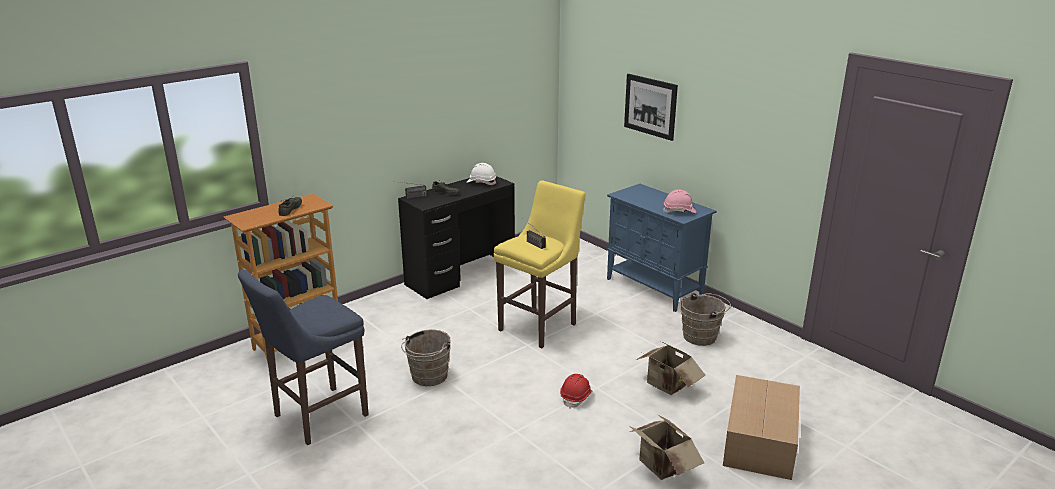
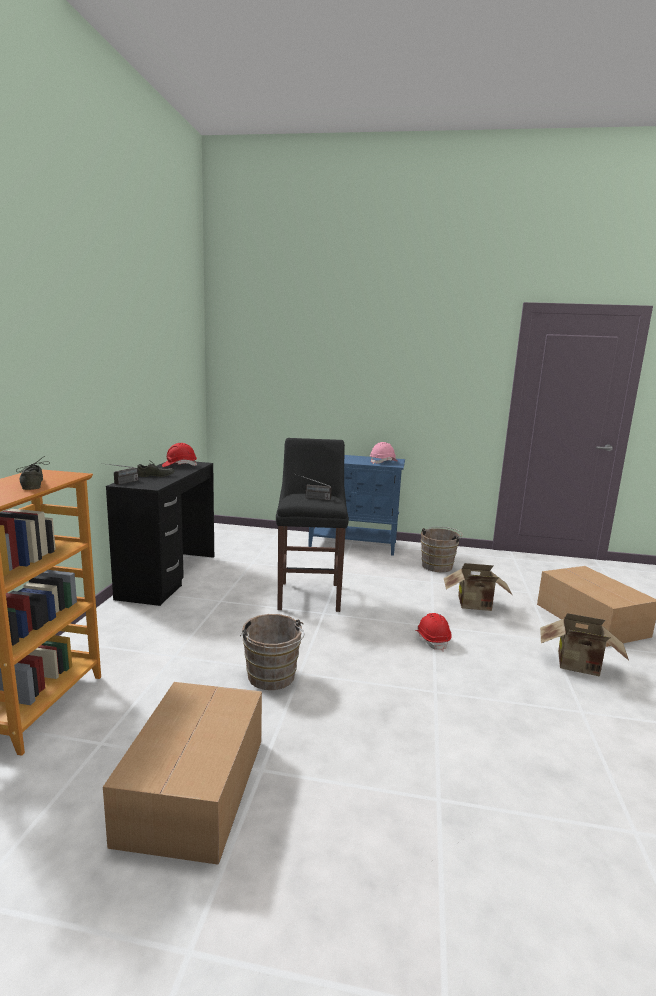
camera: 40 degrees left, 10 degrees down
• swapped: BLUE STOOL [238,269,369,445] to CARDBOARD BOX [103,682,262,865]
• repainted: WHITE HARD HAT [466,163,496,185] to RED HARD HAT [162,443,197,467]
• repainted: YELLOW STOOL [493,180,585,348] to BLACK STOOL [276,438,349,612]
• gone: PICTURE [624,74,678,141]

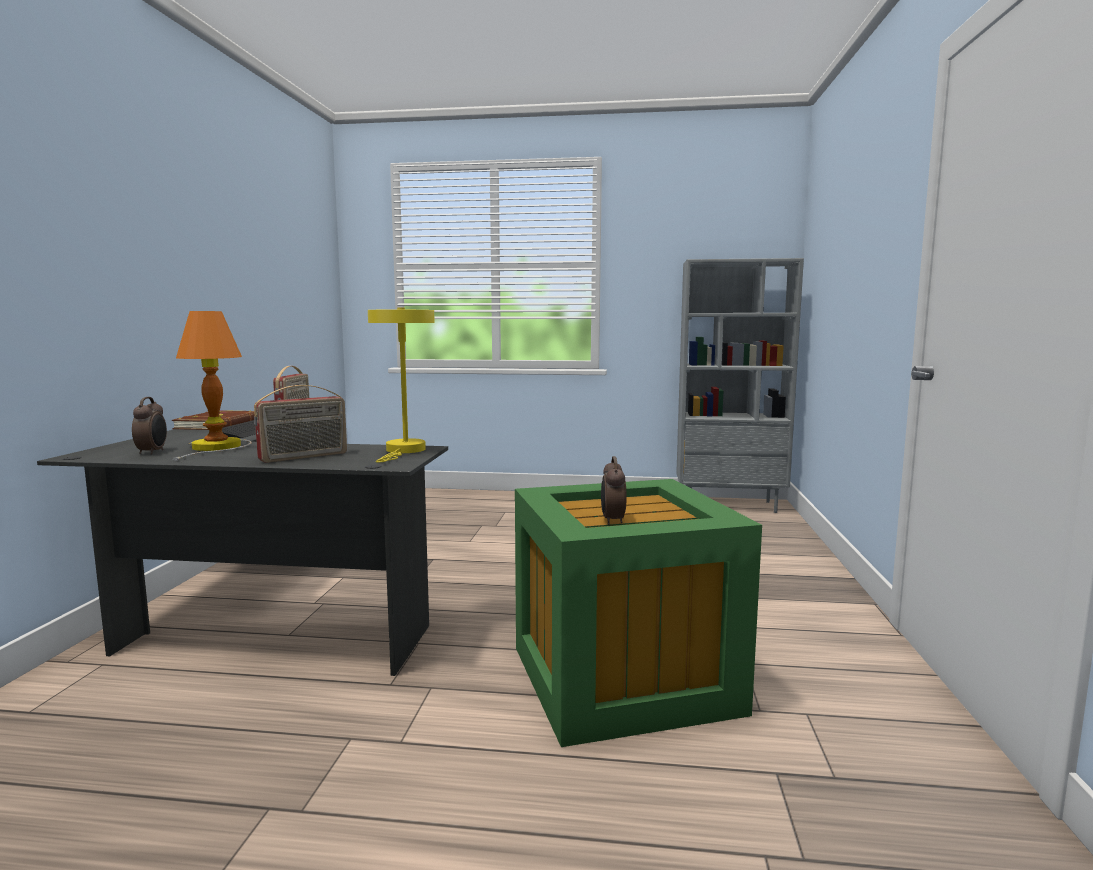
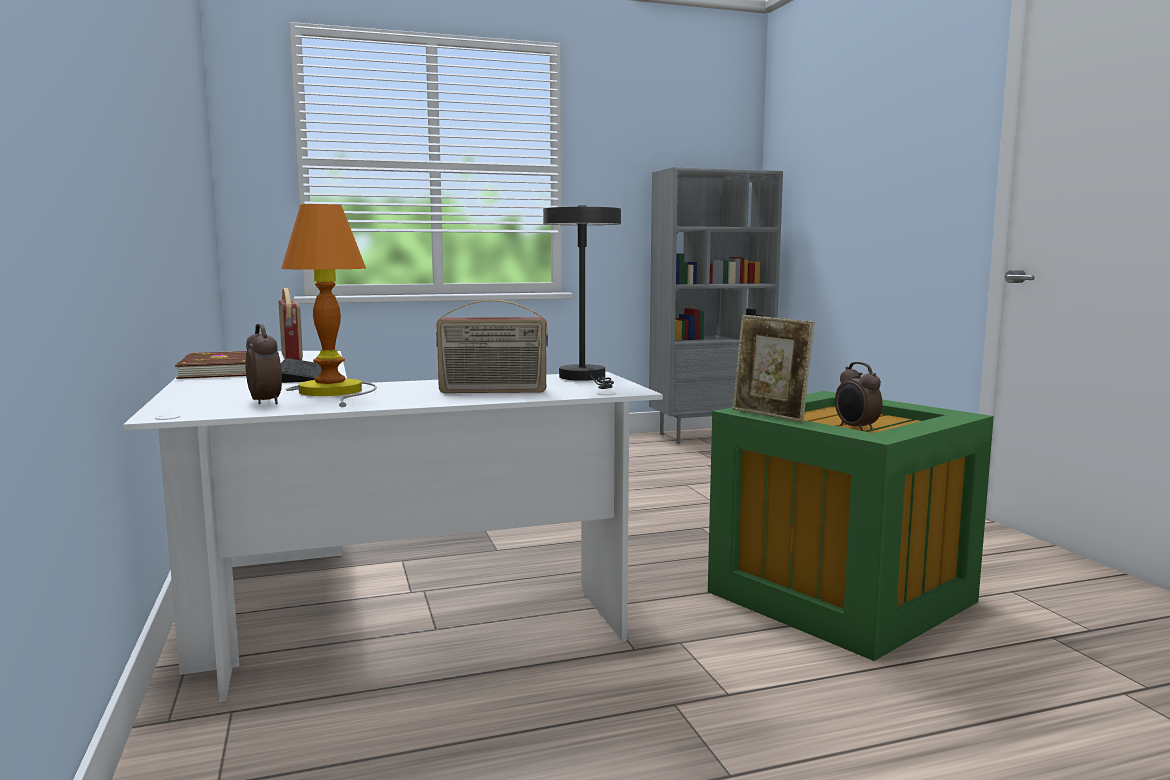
camera: 25 degrees left, 0 degrees up
• repainted: BLACK DESK [37,429,448,676] to WHITE DESK [123,351,663,702]
• rotated: RADIO [254,385,347,463] = [436,300,548,393] 60 degrees clockwise
• repainted: YELLOW TABLE LAMP [368,308,435,463] to GREY TABLE LAMP [543,205,621,389]
• new: PICTURE FRAME [733,315,814,422]

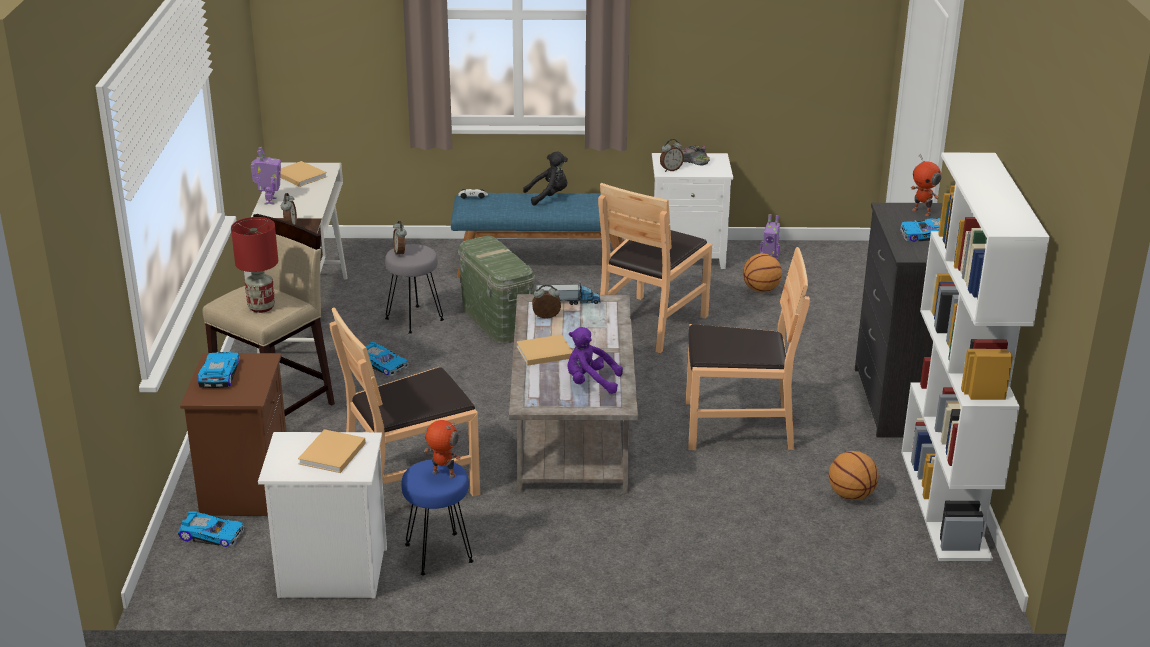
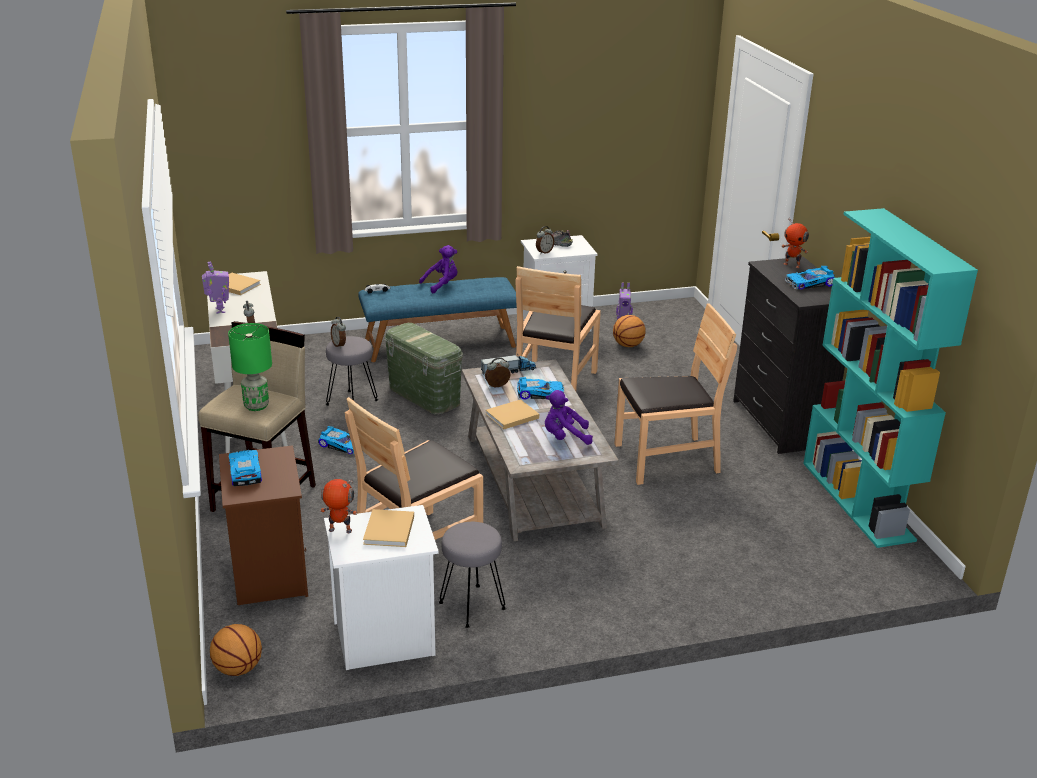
camera: 15 degrees left, 0 degrees up
• shifted: TOY CAR [178,511,244,547] to [517,377,564,400]
• repainted: RED TABLE LAMP [231,217,278,313] to GREEN TABLE LAMP [228,323,272,411]
• repainted: BLUE STOOL [401,459,474,575] to GREY STOOL [439,522,506,628]
• shifted: TOY ROBOT [424,420,461,478] to [320,479,357,533]
• repainted: BLACK PLUSH TOY [523,151,568,206] to PURPLE PLUSH TOY [419,245,457,293]
• shifted: BASKETBALL [828,451,879,500] to [210,624,262,676]
• repainted: WHITE BOOKCASE [901,152,1050,561] to TURQUOISE BOOKCASE [803,208,978,548]

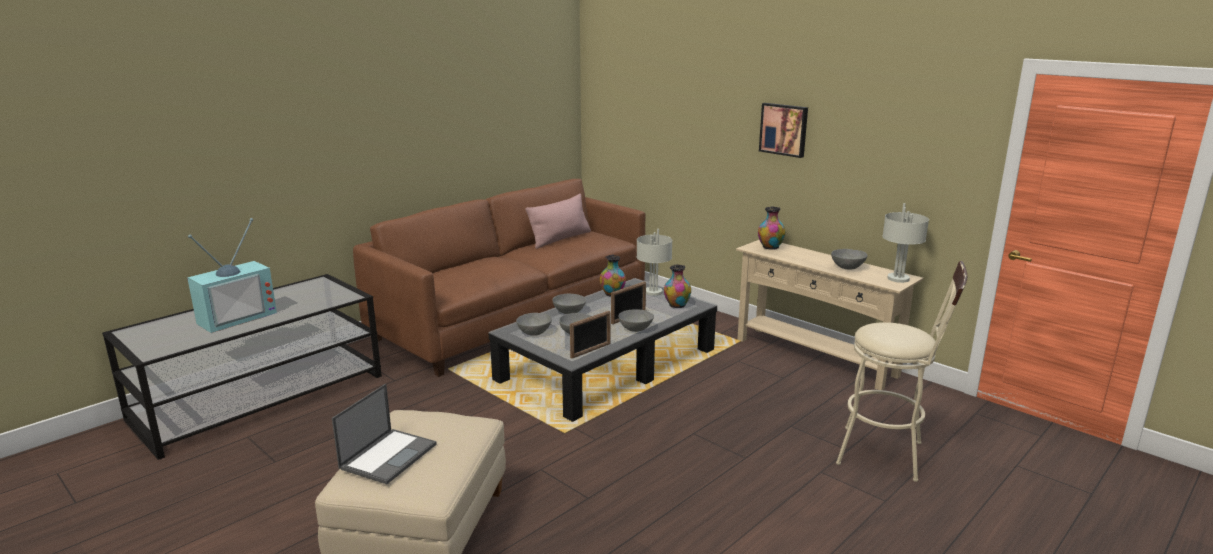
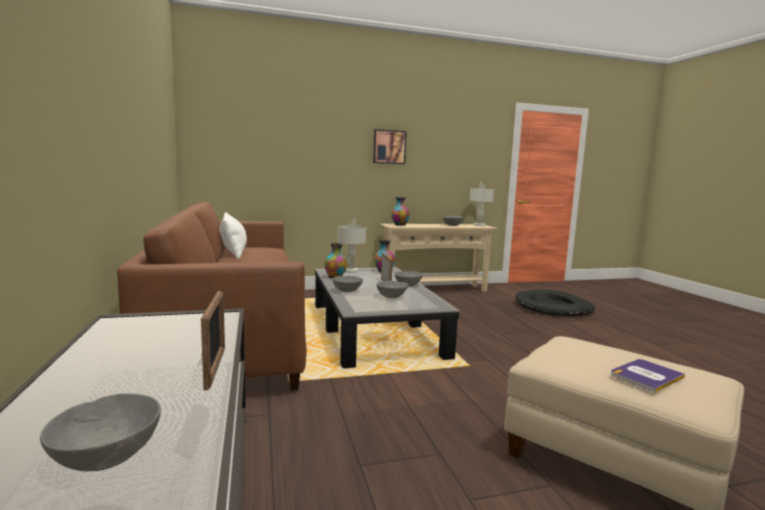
camera: 60 degrees left, 10 degrees down
• gone: TELEVISION [187,218,277,333]
• swapped: LAPTOP [332,384,437,484] to BOOK [611,359,685,392]
• shifted: GREY BOWL [516,313,552,336] to [40,393,161,471]
• repainted: PINK PILLOW [526,194,591,249] to WHITE PILLOW [219,212,247,259]
• shifted: PICTURE FRAME [570,311,610,359] to [201,291,225,390]
• swapped: BEIGE STOOL [836,261,967,482] to BLACK DOG BED [516,290,595,316]

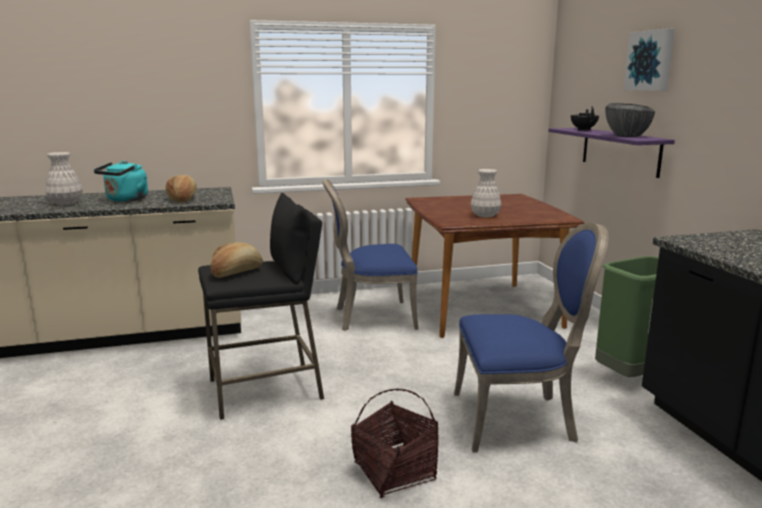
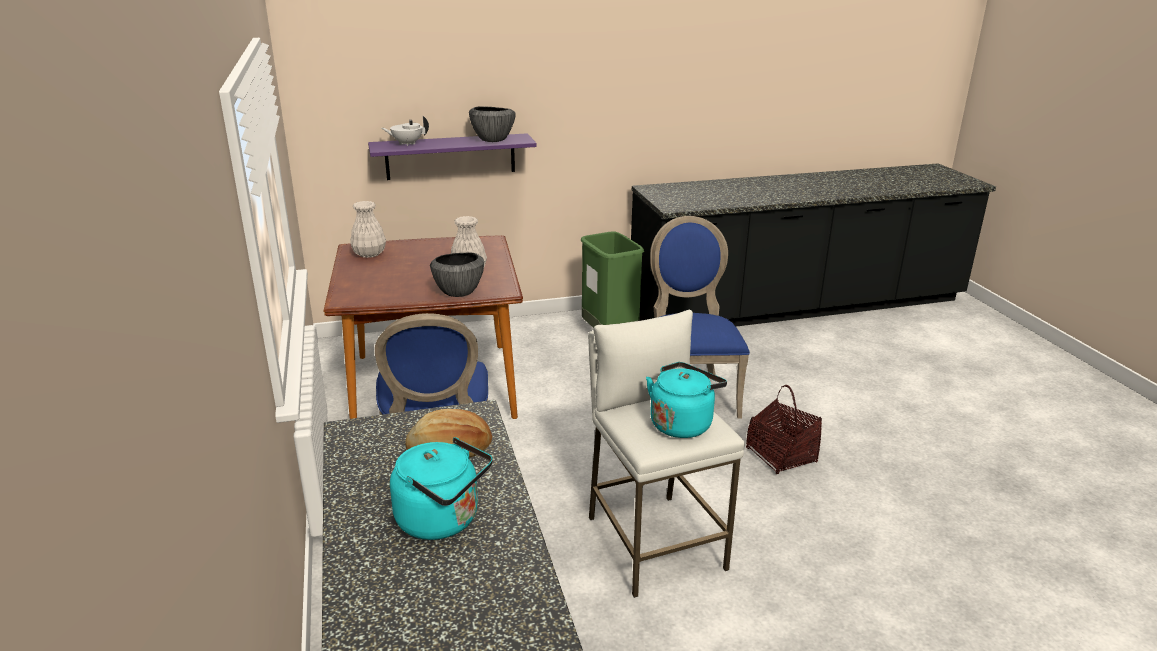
camera: 90 degrees left, 10 degrees up
• shifted: WHITE VASE [45,152,83,205] to [350,201,386,258]
• repainted: BLACK STOOL [198,193,324,420] to WHITE STOOL [588,310,745,598]
• swapped: BREAD [211,242,263,278] to TURQUOISE KETTLE [646,362,727,438]
• repainted: BLACK TEAPOT [571,106,599,131] to WHITE TEAPOT [382,116,429,146]
• gone: PICTURE [624,28,675,91]
• new: BOWL [430,253,484,297]

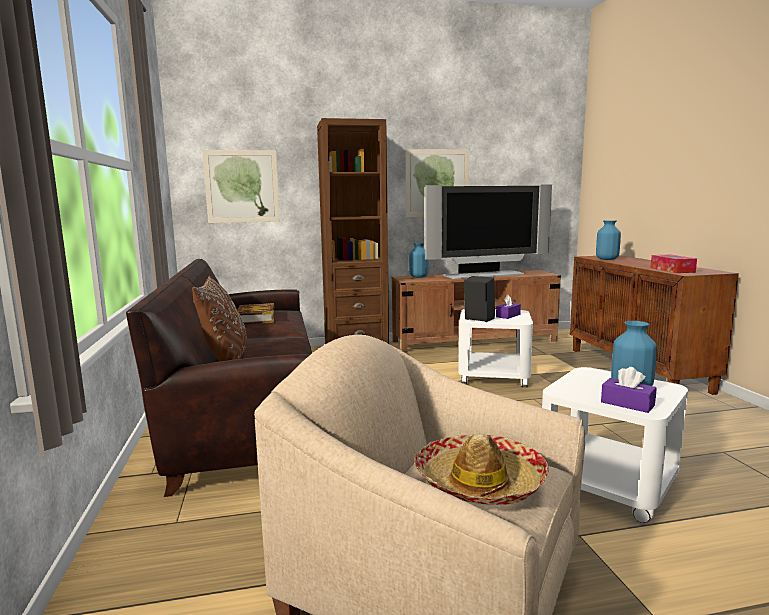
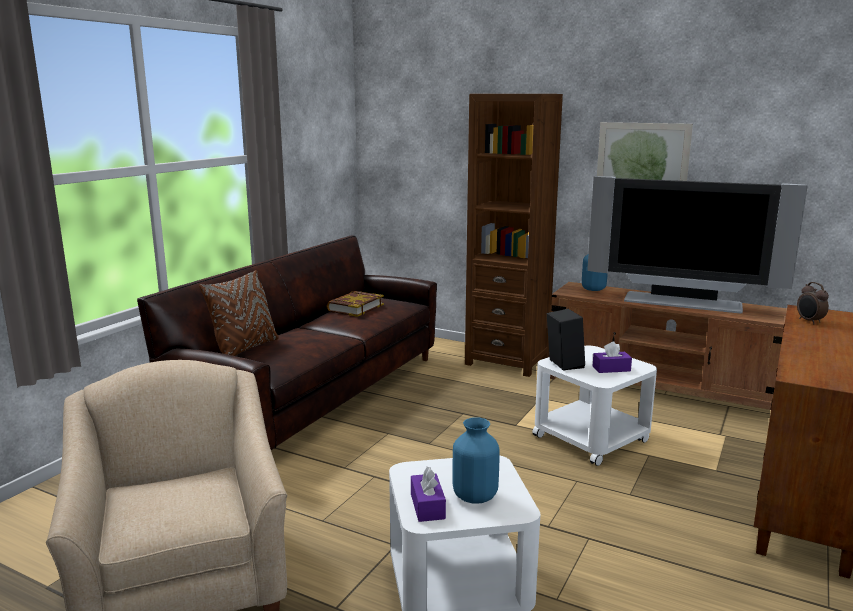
camera: 40 degrees right, 5 degrees up
• gone: PICTURE [202,150,280,223]
• gone: HAT [414,433,549,505]
• swapped: BLUE VASE [596,220,621,260] to ALARM CLOCK [797,282,829,324]
• gone: TISSUE BOX [650,255,697,273]

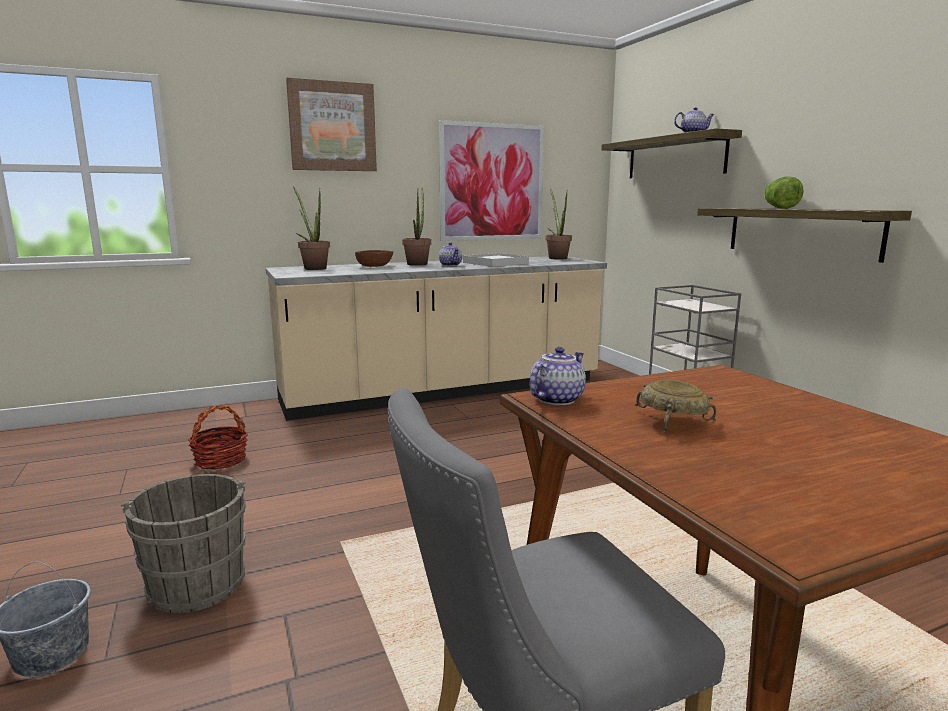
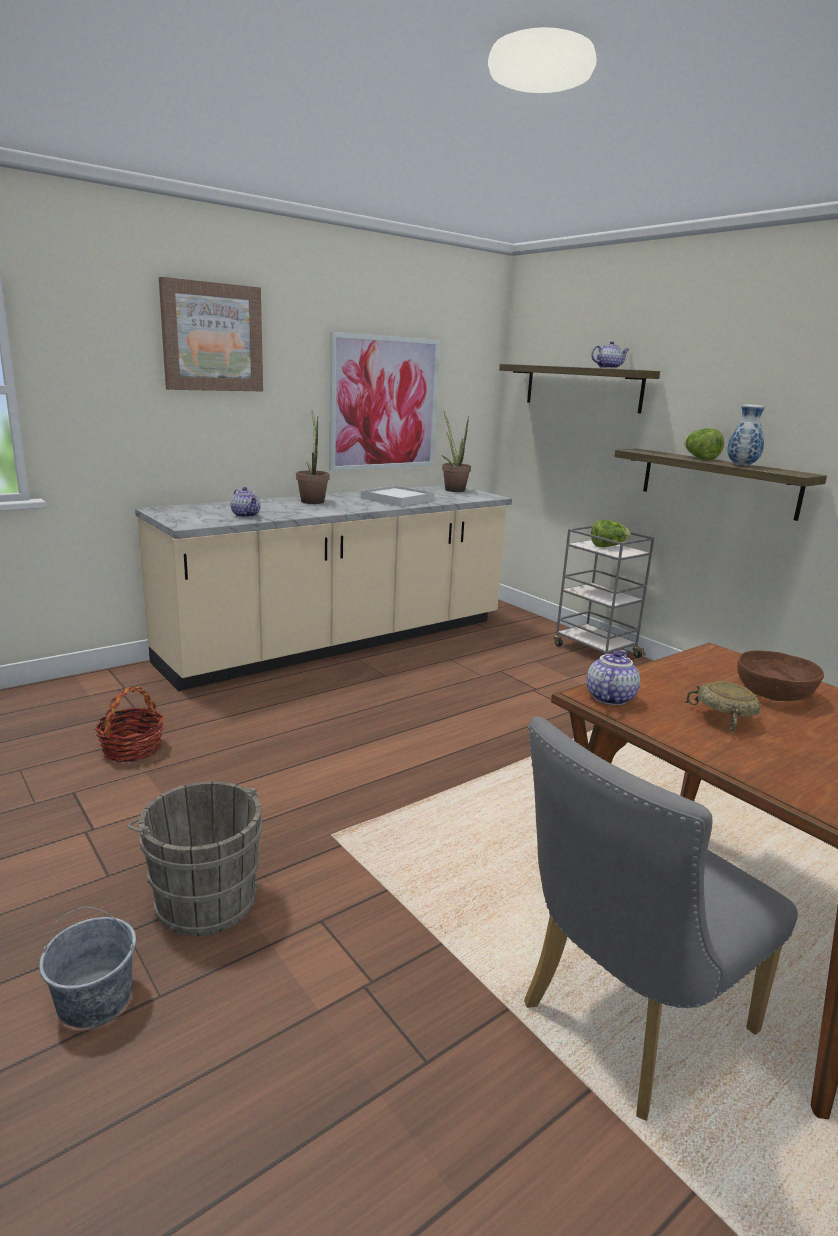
camera: 15 degrees left, 5 degrees up
• gone: POTTED PLANT [293,186,330,270]
• shifted: BROWN BOWL [355,250,393,267] to [737,650,824,701]
• shifted: TEAPOT [439,242,462,266] to [230,487,260,518]
• new: LETTUCE [591,520,631,547]
• new: VASE [727,405,765,466]

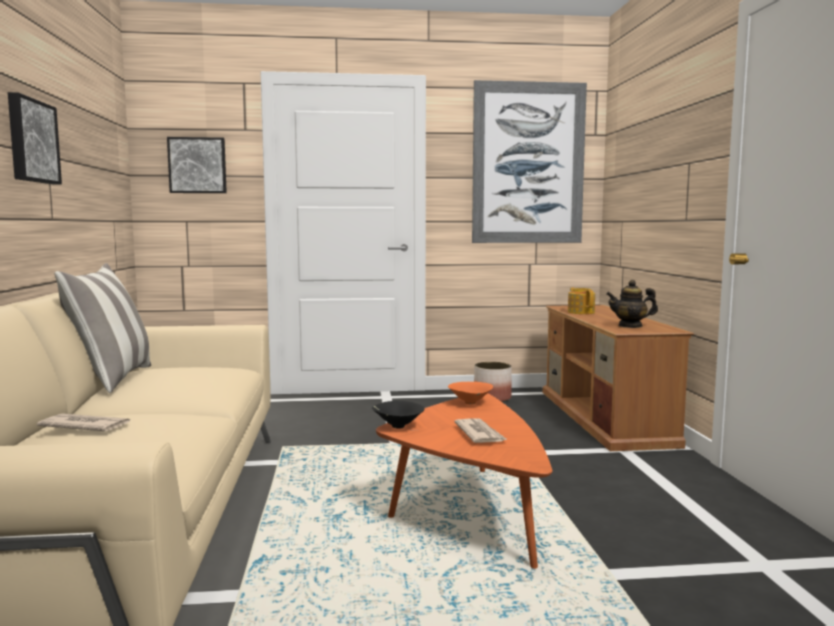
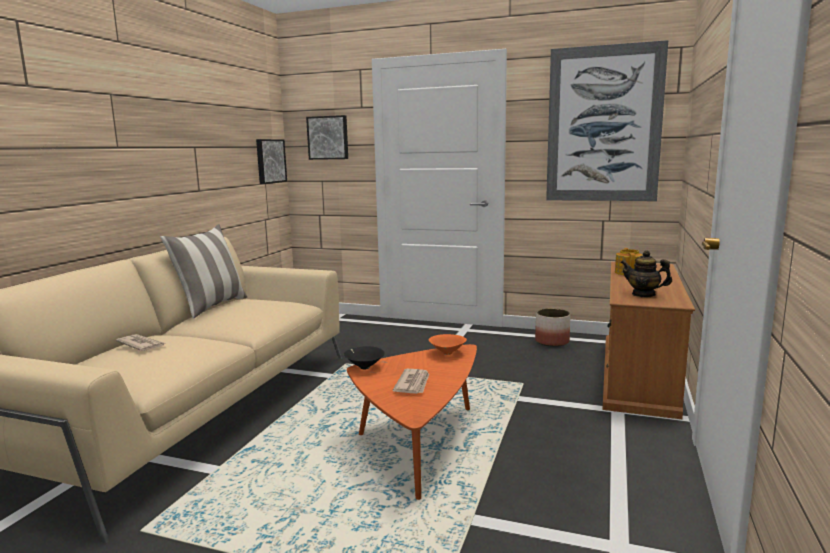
camera: 25 degrees right, 5 degrees up
• shifted: PICTURE [8,92,62,184] to [256,139,287,184]

